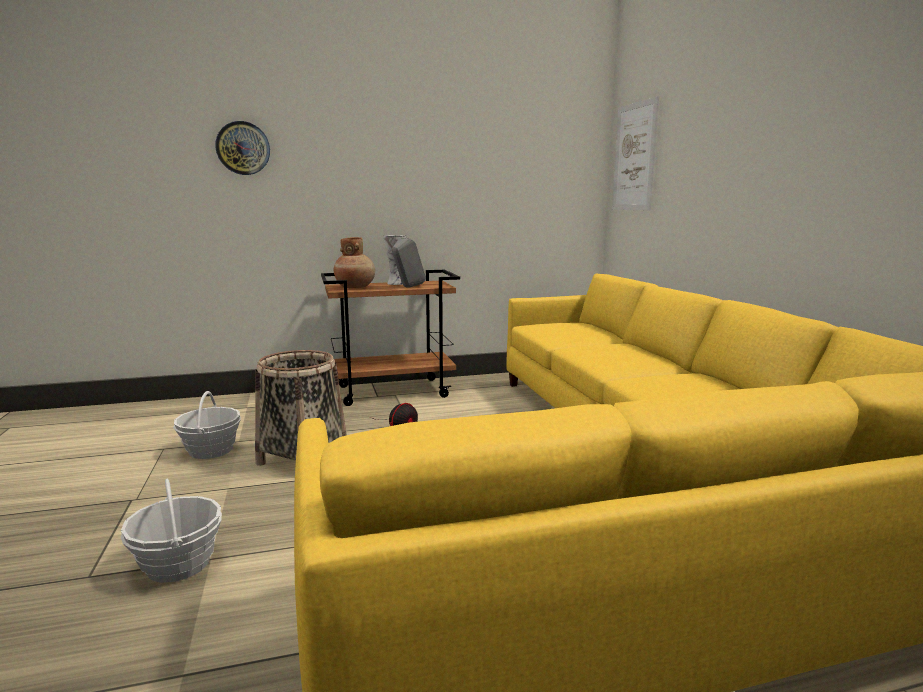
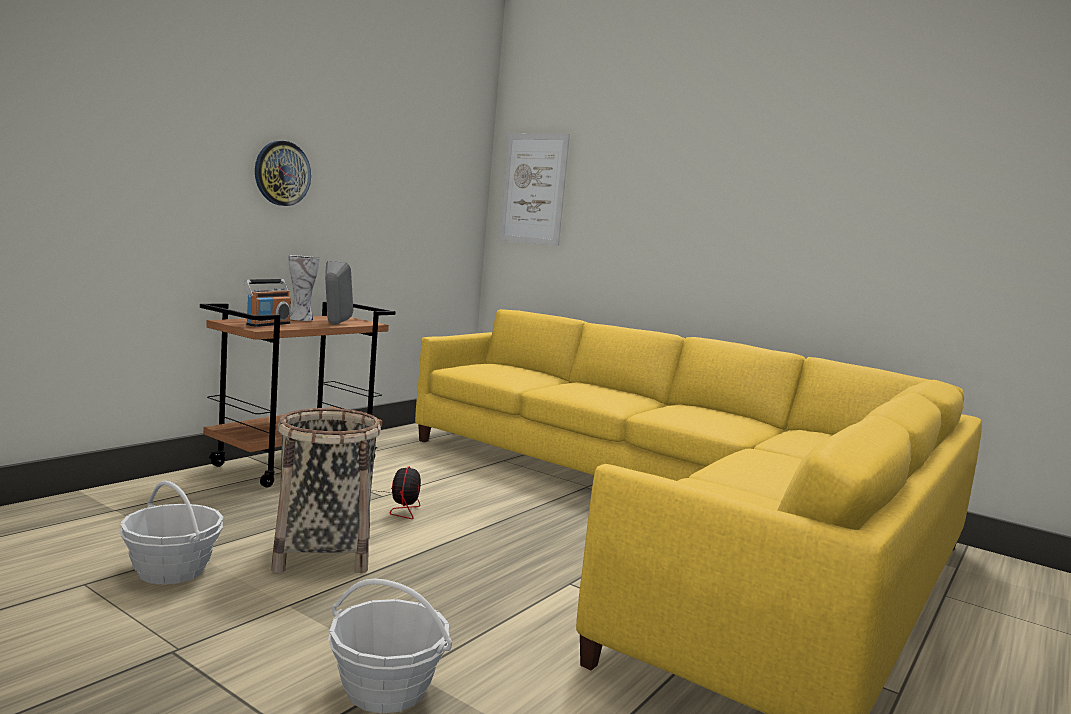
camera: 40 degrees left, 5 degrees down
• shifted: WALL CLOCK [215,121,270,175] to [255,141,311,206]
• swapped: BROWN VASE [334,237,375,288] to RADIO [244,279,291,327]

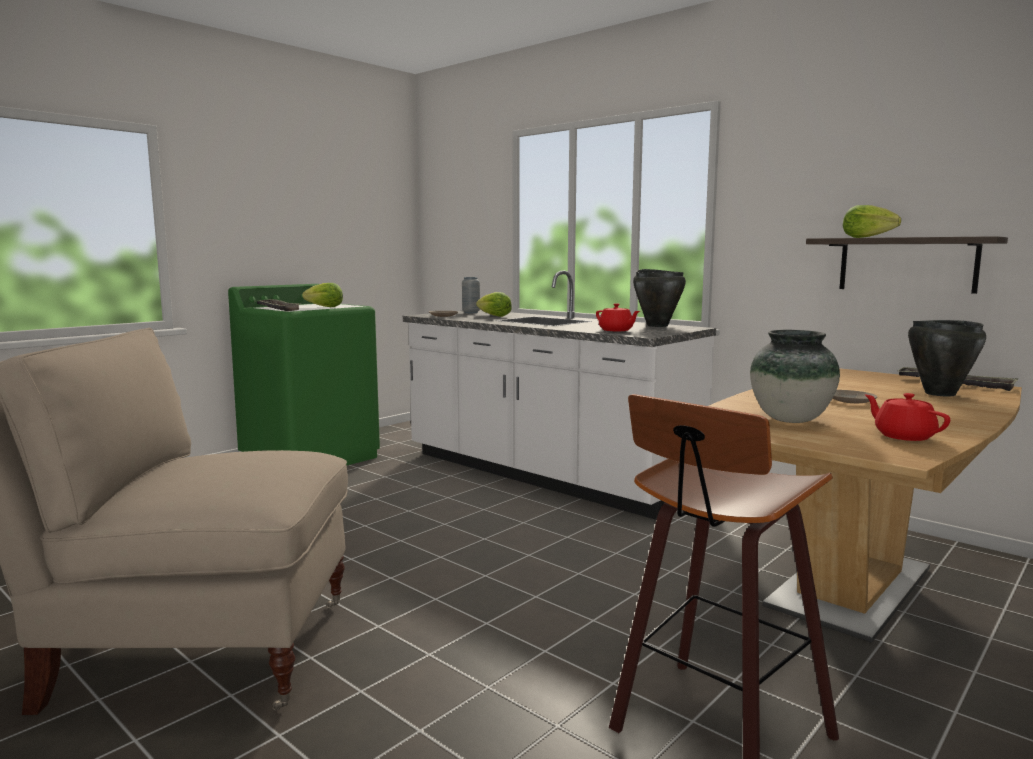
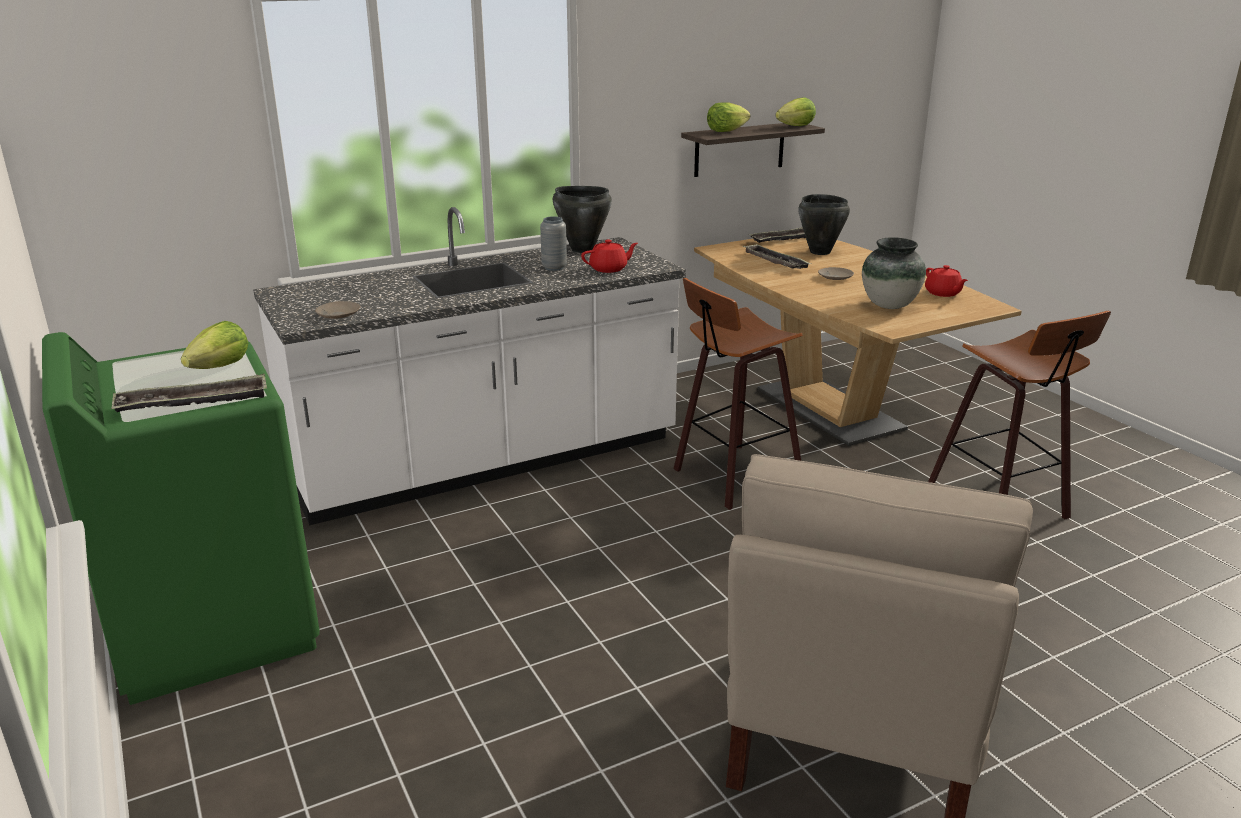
camera: 70 degrees left, 15 degrees up
• shifted: GREY VASE [462,277,480,313] to [540,216,567,271]
• shifted: LETTUCE [476,292,512,317] to [775,97,816,126]
• rotated: RED TEAPOT [865,393,950,441] = [925,265,968,297] 105 degrees counterclockwise
• new: STOOL [674,278,803,510]
• new: TRAY [743,244,812,269]

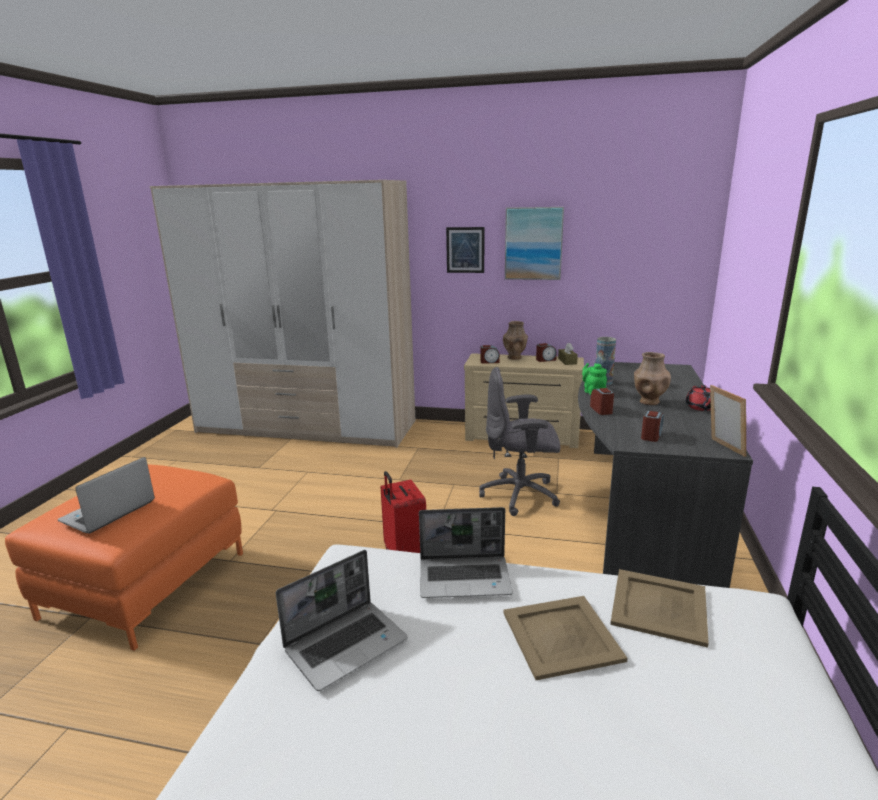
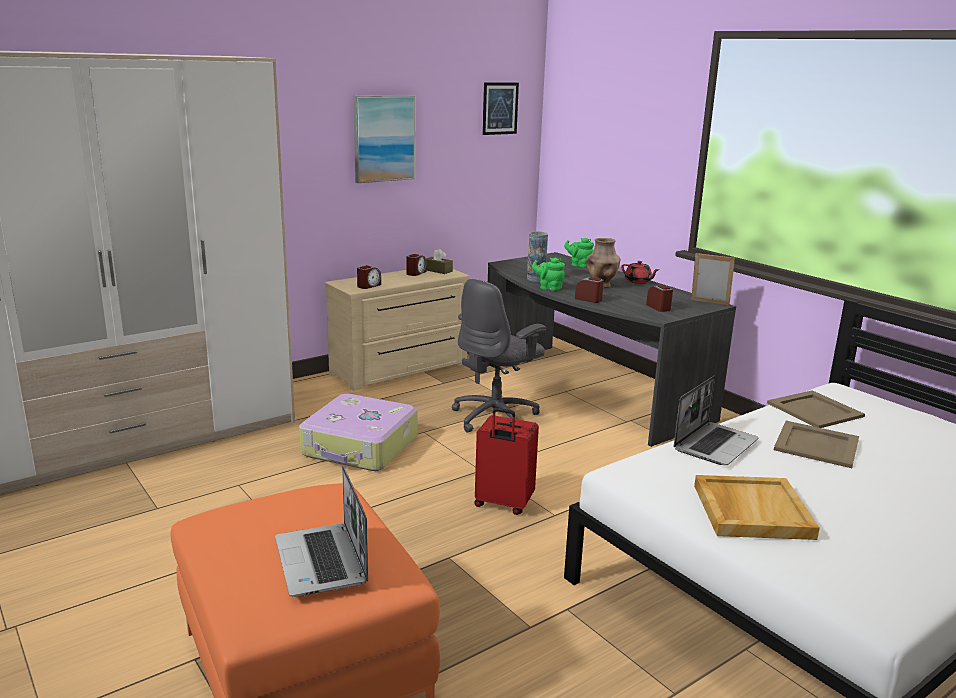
camera: 50 degrees left, 0 degrees up
• swapped: LAPTOP [276,550,408,691] to BEIGE TRAY [694,475,820,540]
• shifted: PICTURE [446,227,485,273] to [482,82,519,135]
• gone: BROWN VASE [503,321,528,360]
• new: SUITCASE [299,394,418,471]
• new: GREEN TEAPOT [564,238,594,268]

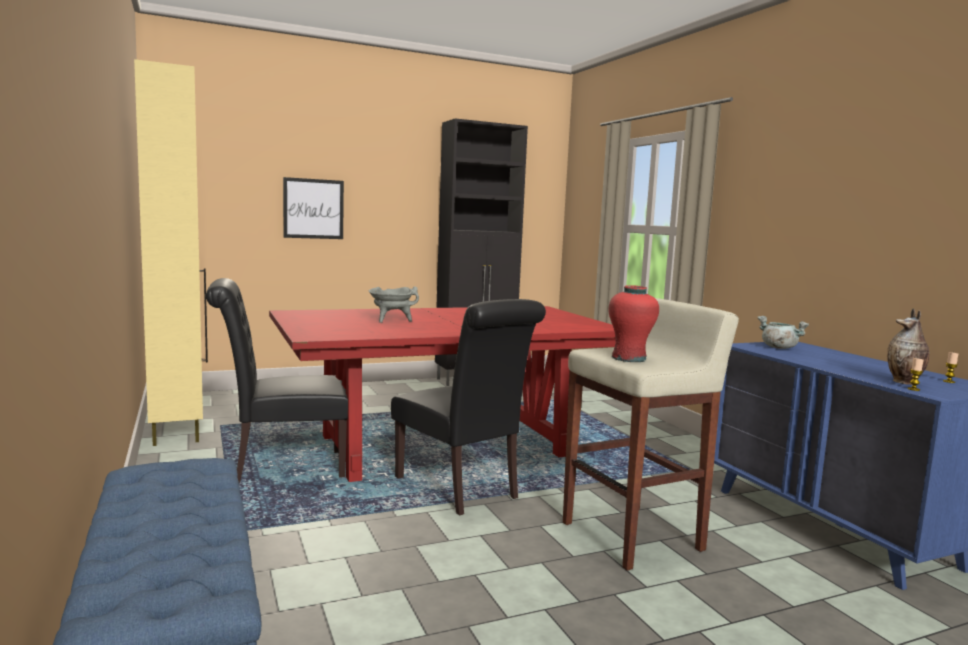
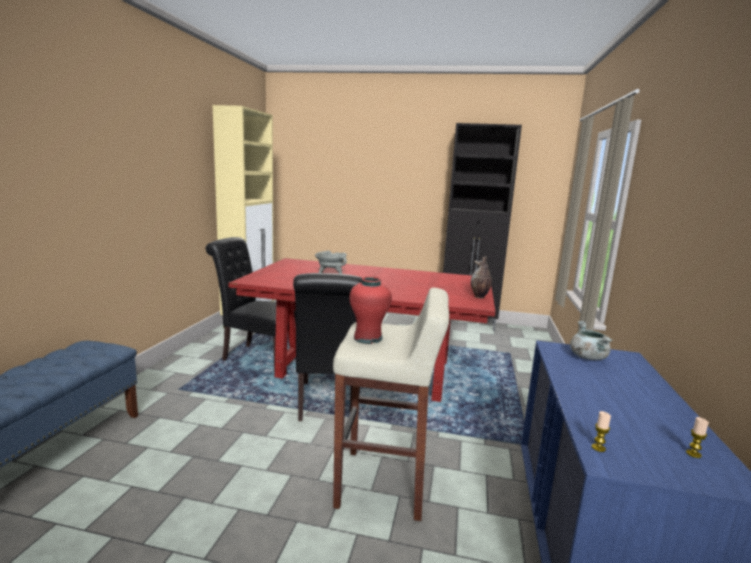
camera: 35 degrees right, 5 degrees up
• gone: PICTURE [283,177,344,239]
• shifted: VASE [887,308,930,385] to [471,256,492,298]

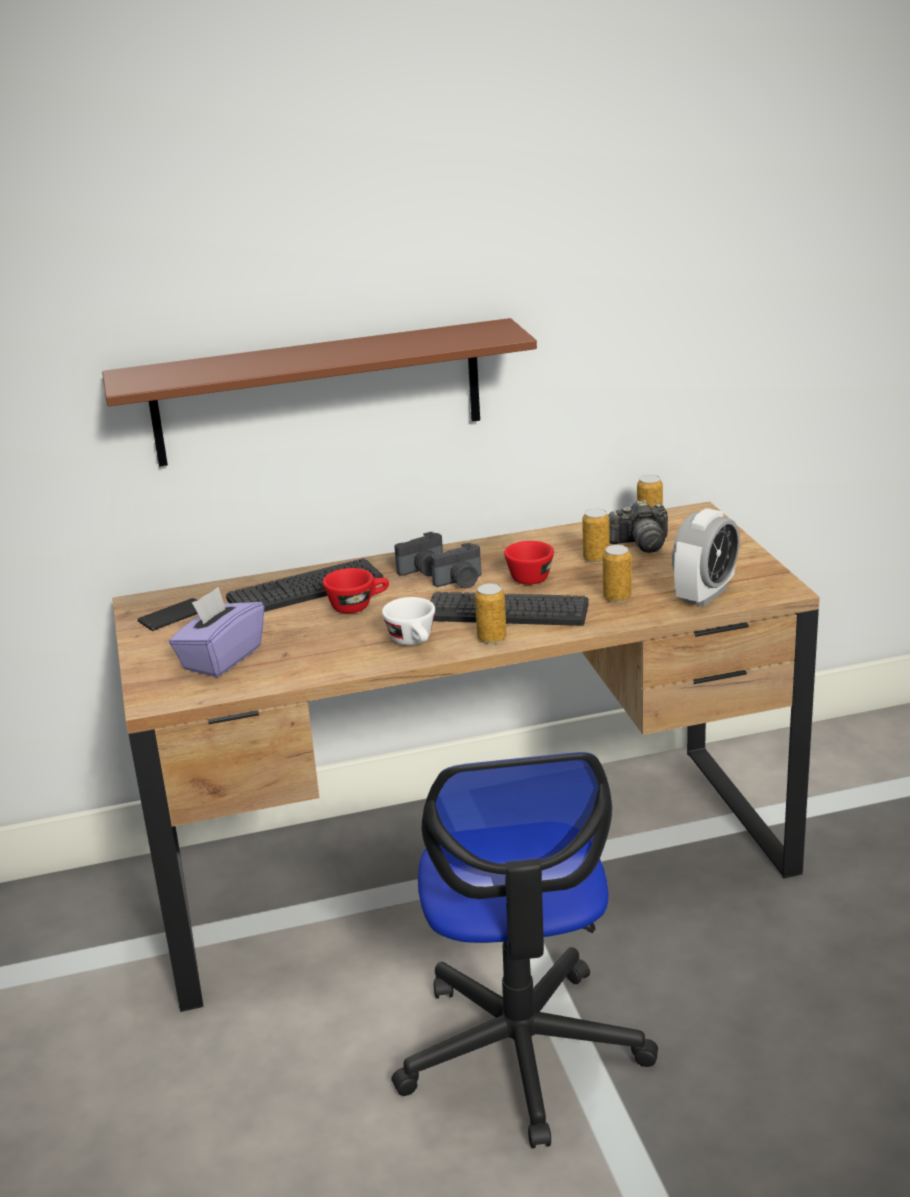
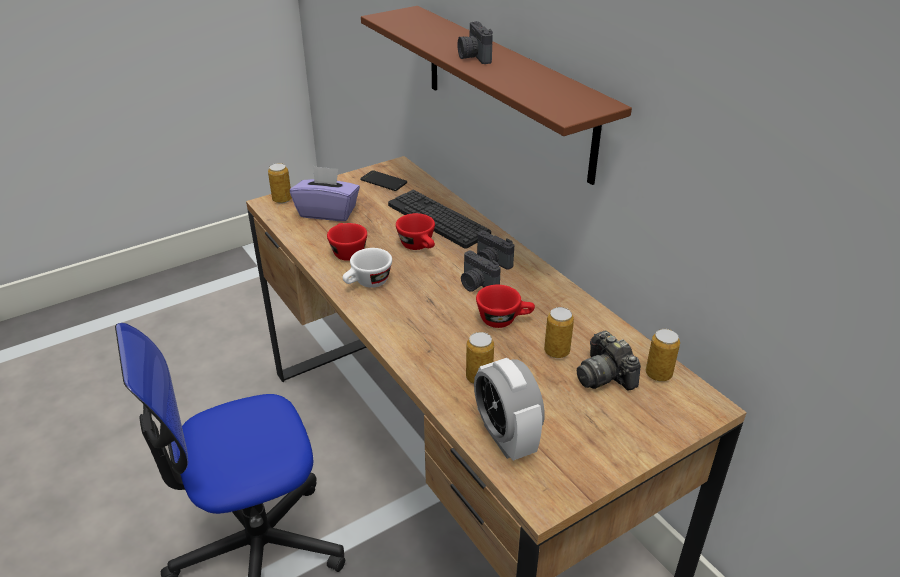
camera: 70 degrees right, 10 degrees up
• gone: KEYBOARD [430,592,589,626]
• shifted: CAN [475,583,507,644] to [268,163,292,204]
• rotated: ALARM CLOCK [672,508,740,607] = [474,358,545,461] 45 degrees clockwise
• new: RED CUP [327,223,367,261]
• new: PHOTO CAMERA [457,21,493,64]

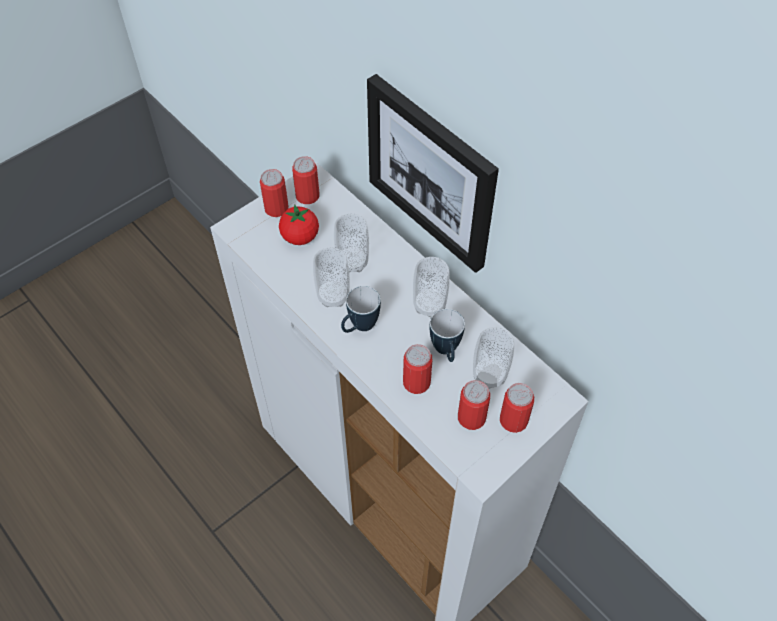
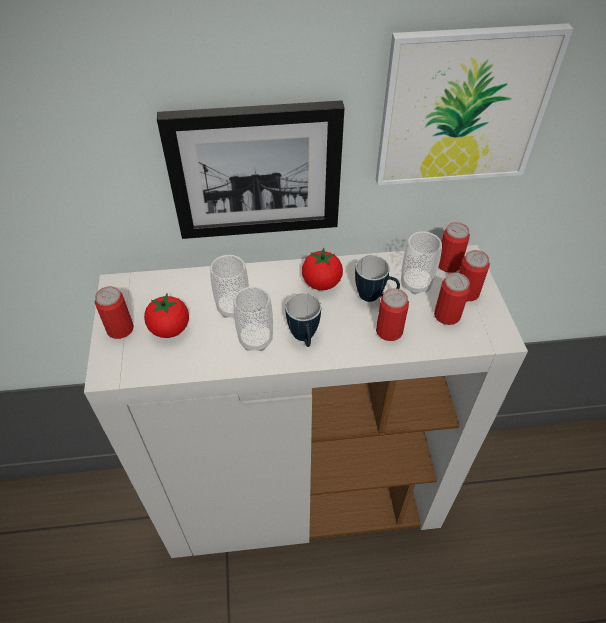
camera: 55 degrees left, 5 degrees down
• shifted: CAN [292,156,320,204] to [438,222,470,273]
• swapped: CUP [413,257,450,317] to TOMATO [302,248,343,290]
• new: PICTURE [376,23,573,185]

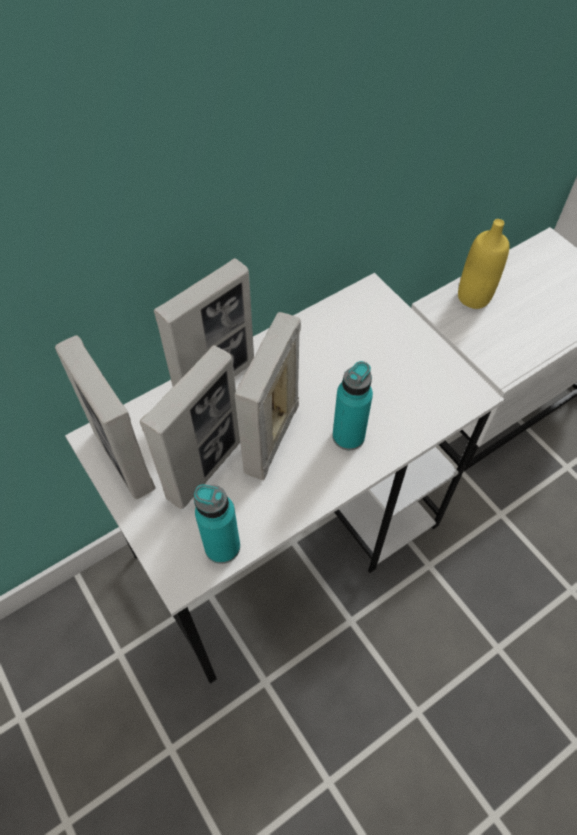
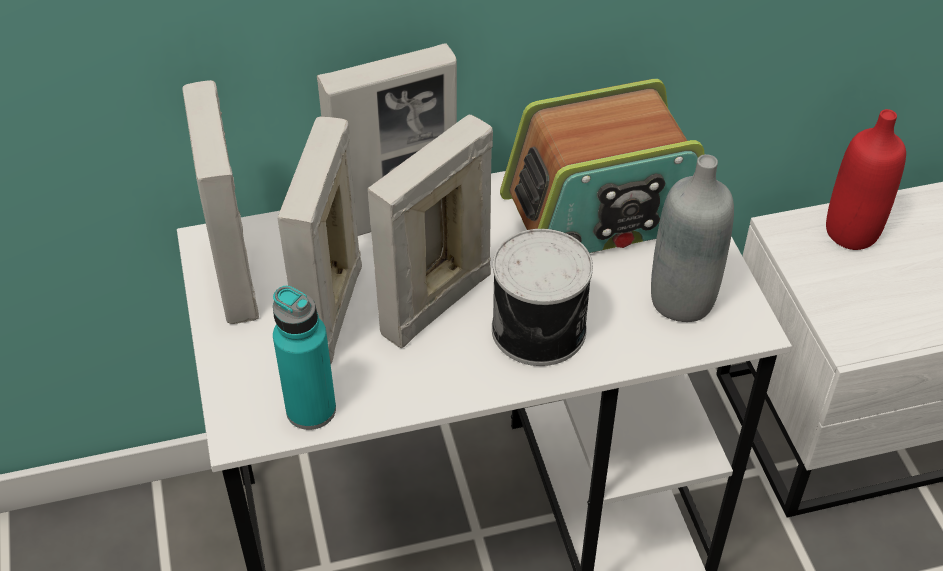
camera: 20 degrees right, 10 degrees down
• rotated: PICTURE FRAME [140,345,240,509] = [278,117,362,364] 135 degrees clockwise
• swapped: TURQUOISE BOTTLE [332,361,373,450] to CAN [492,229,593,366]
• repainted: YELLOW BOTTLE [458,219,510,309] to RED BOTTLE [826,109,906,250]
• new: RADIO [500,79,704,253]
• new: GREY BOTTLE [651,154,734,322]

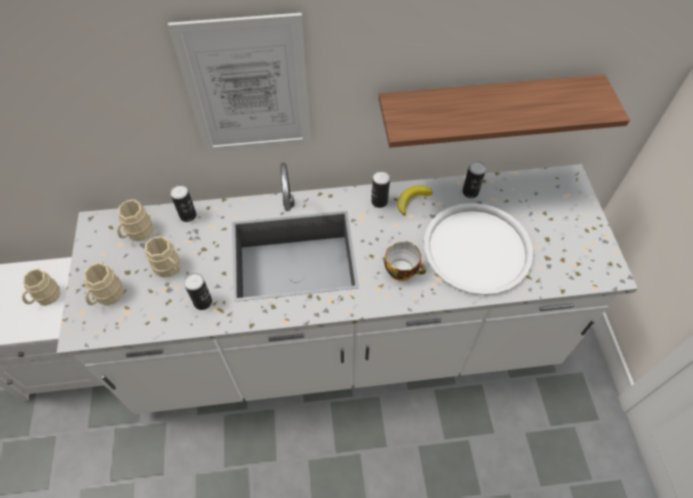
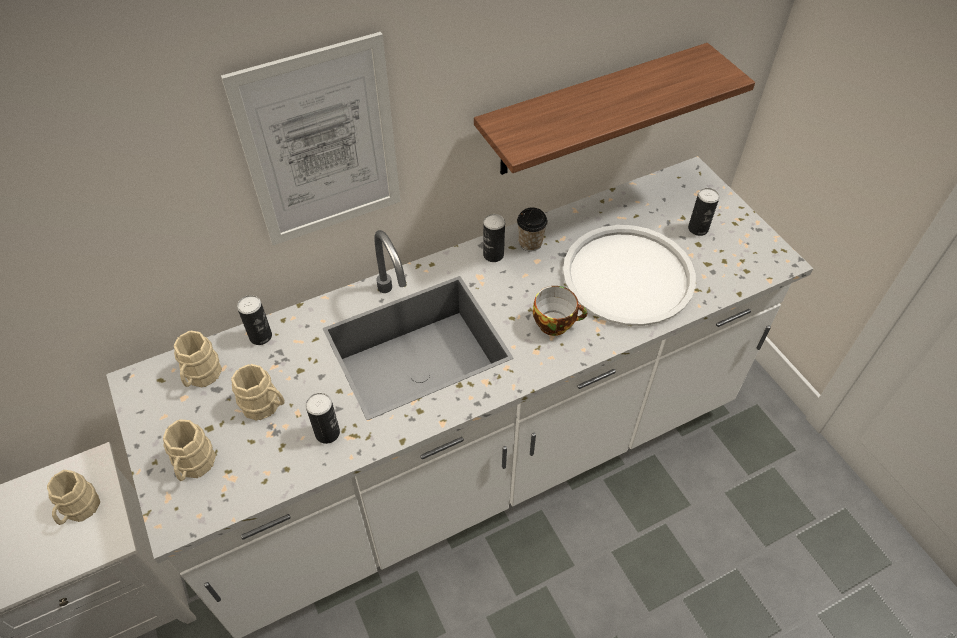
camera: 20 degrees left, 5 degrees down
• swapped: BANANA [397,185,432,216] to CUP [517,208,548,251]
• shifted: CAN [462,161,486,198] to [688,188,719,236]

